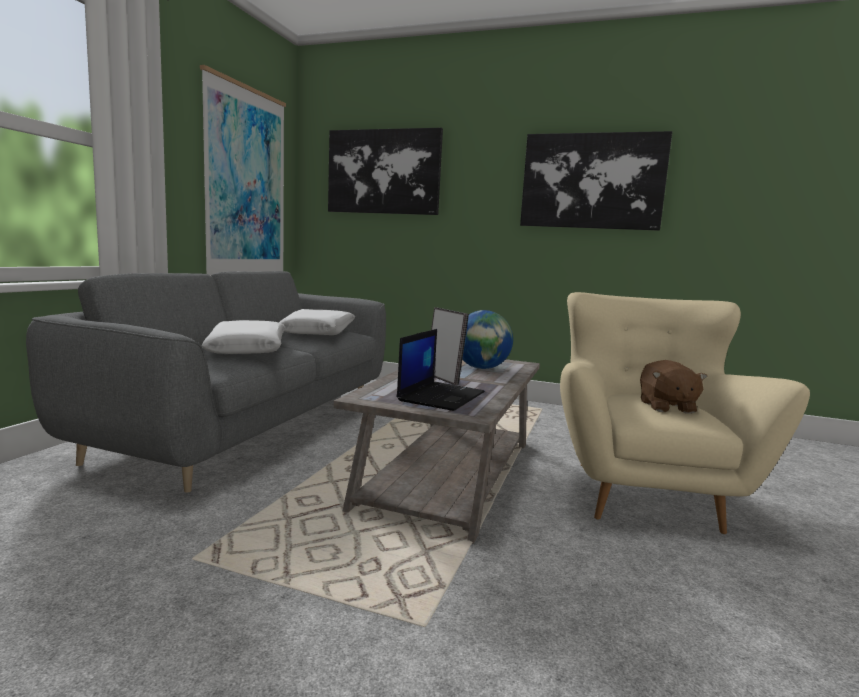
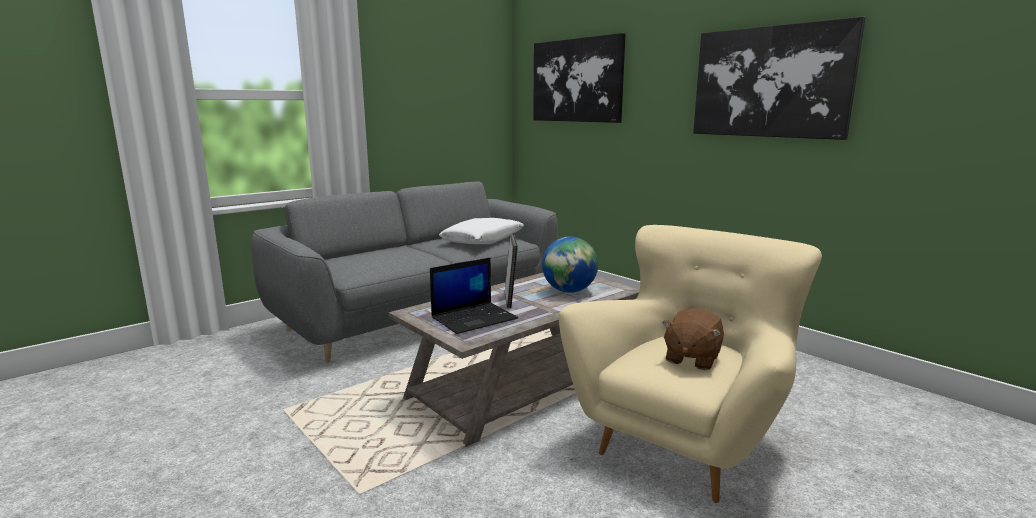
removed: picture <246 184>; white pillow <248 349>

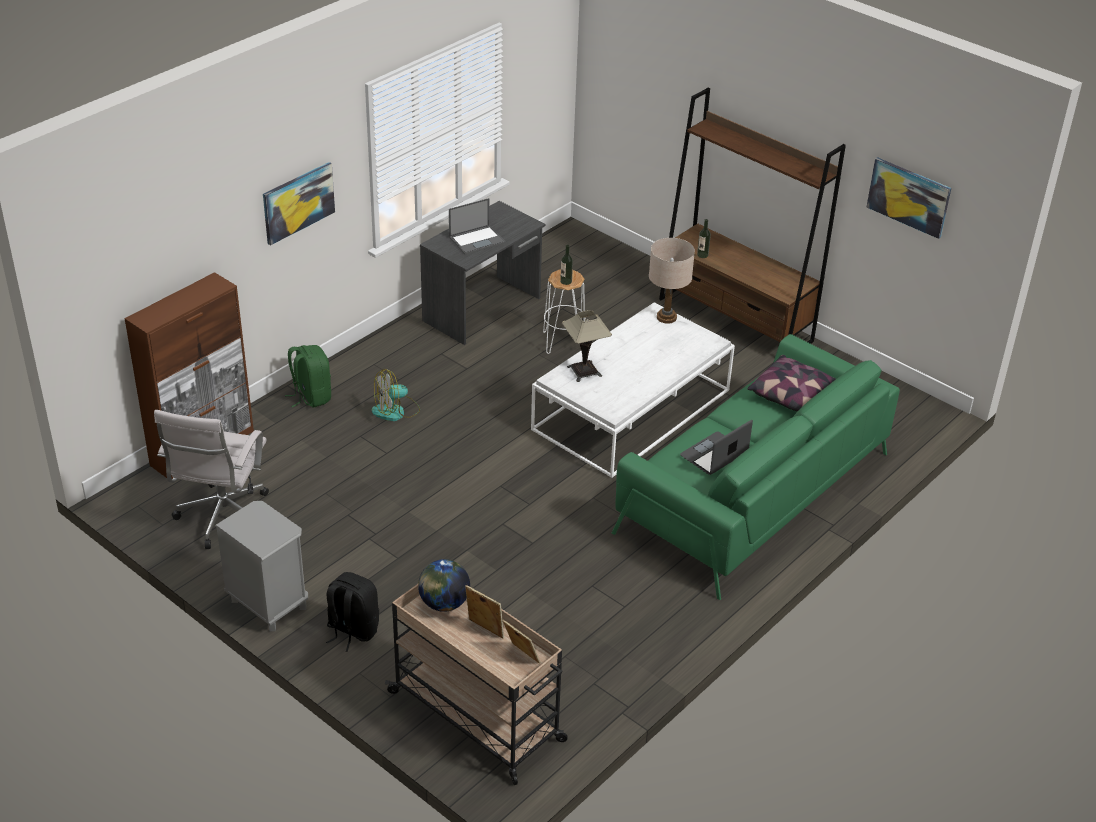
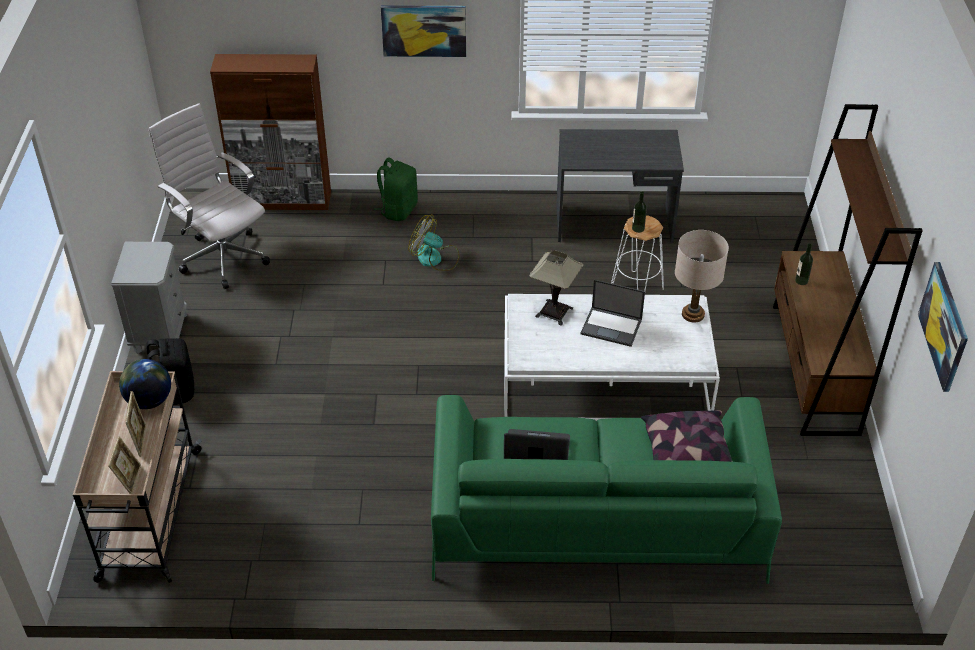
moved: laptop <477 240> to <612 327>
turned: white office chair <222 519> = <222 256> 75 degrees clockwise

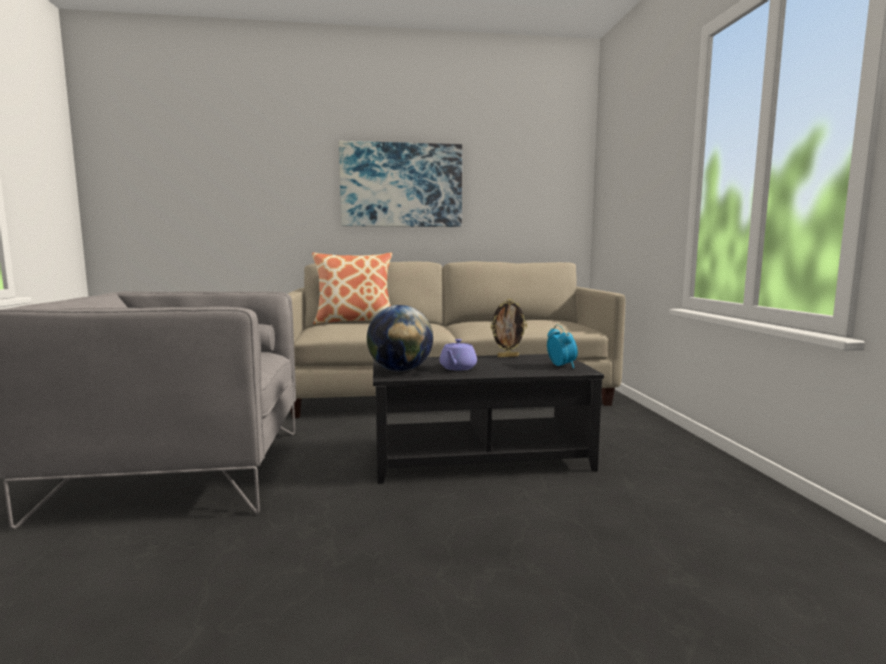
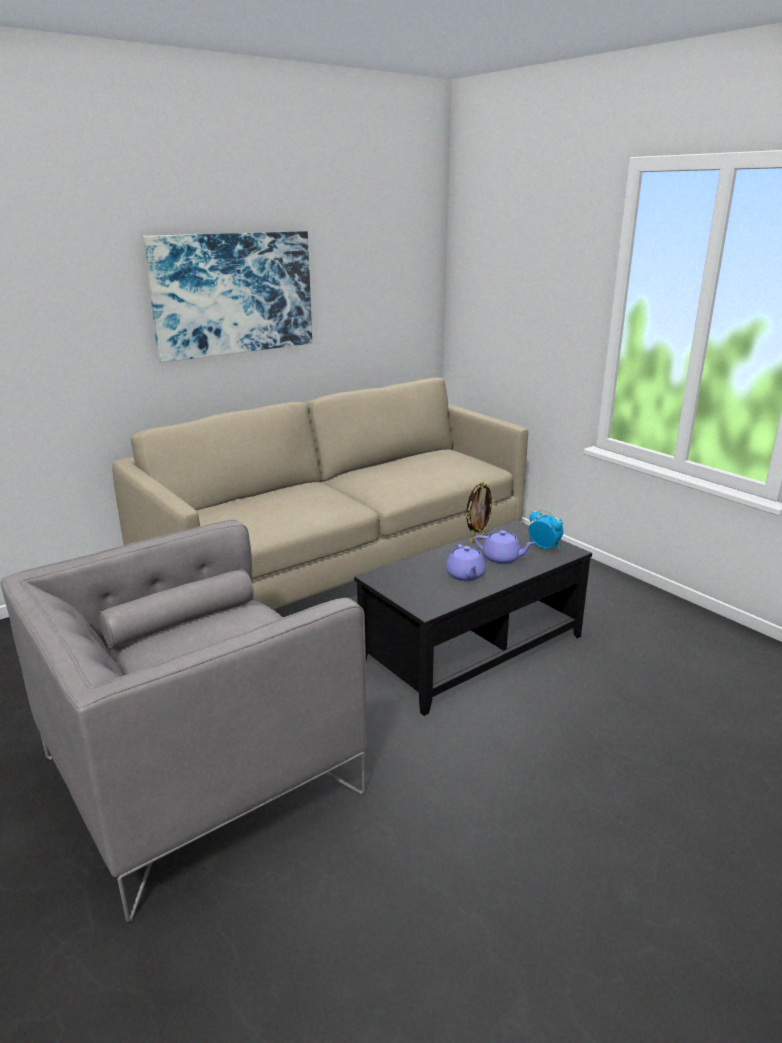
removed: pillow <355 321>; globe <400 370>
added: purple teapot <502 558>

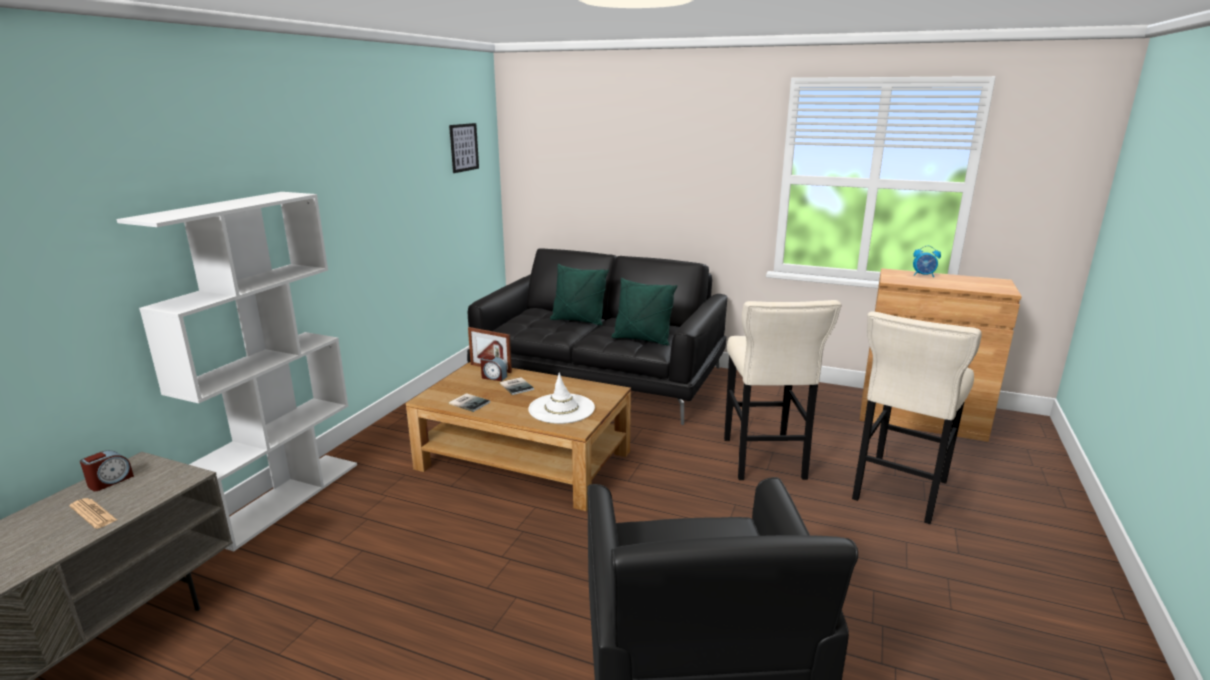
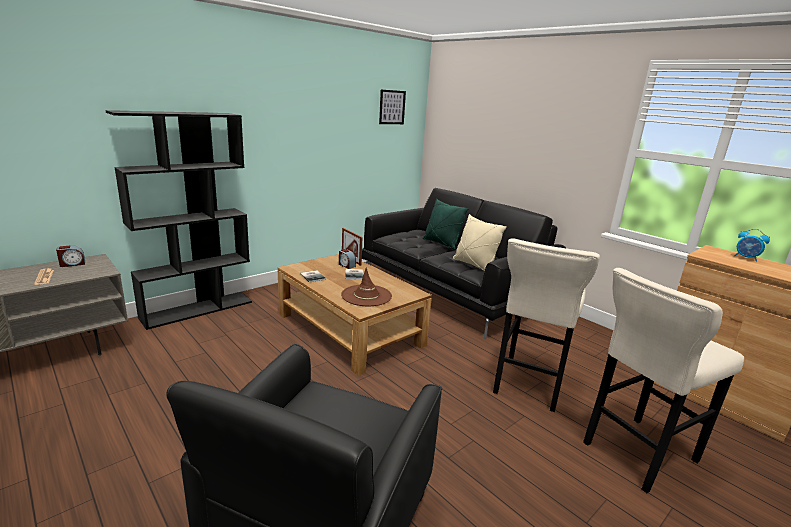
recoloured: white bookcase <285 498> to black bookcase <198 309>; green pillow <642 339> to beige pillow <474 265>; white hat <561 409> to brown hat <366 296>

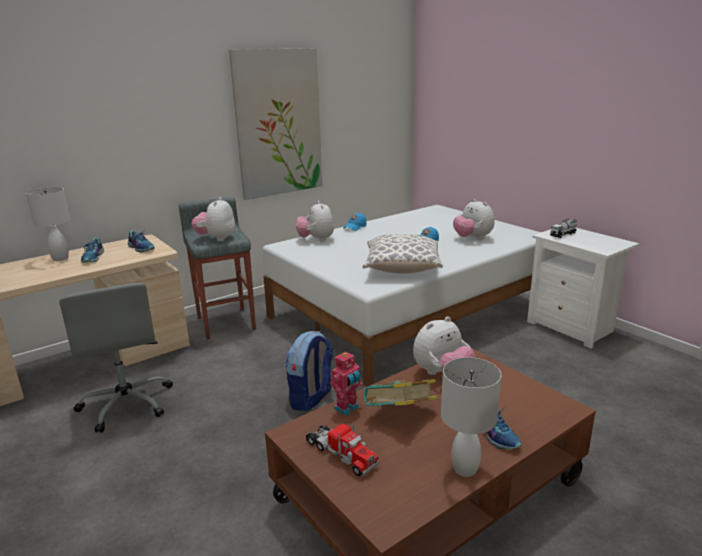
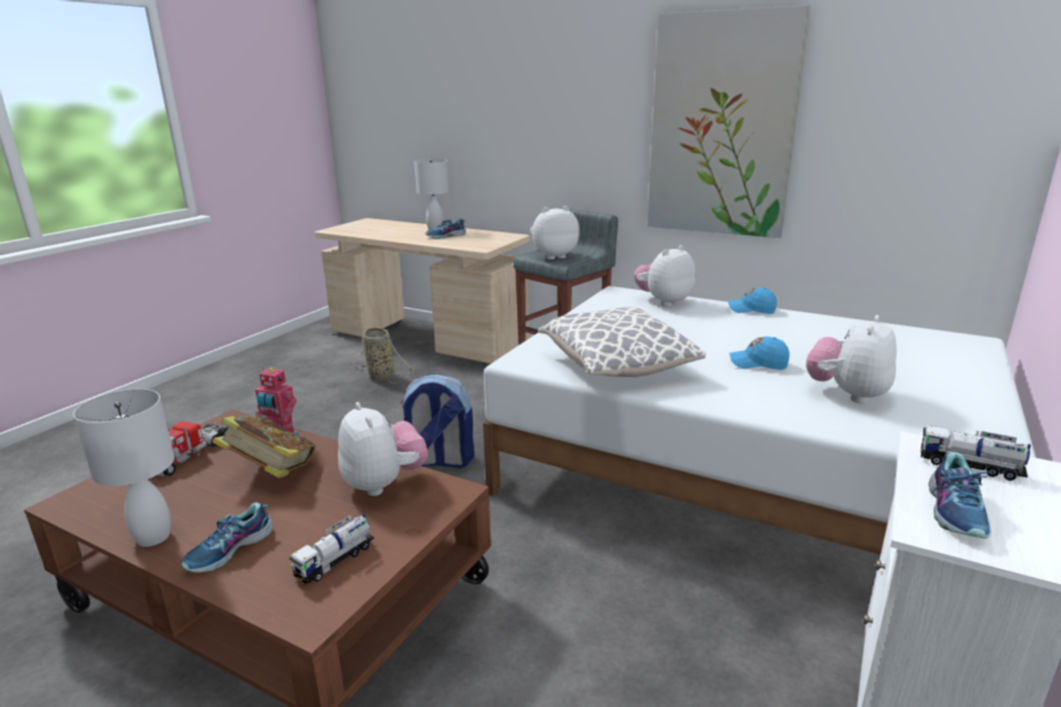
added: toy truck <335 560>
moved: shoe <141 248> to <957 511>
replaced: grey office chair <127 404> to basket <380 375>
turned: plush toy <442 374> = <384 484> 150 degrees counterclockwise

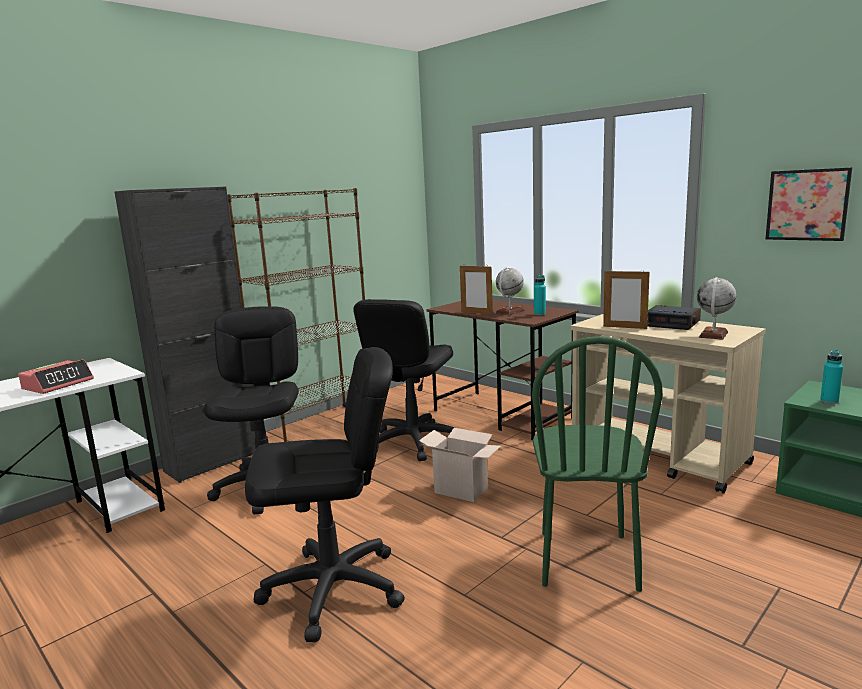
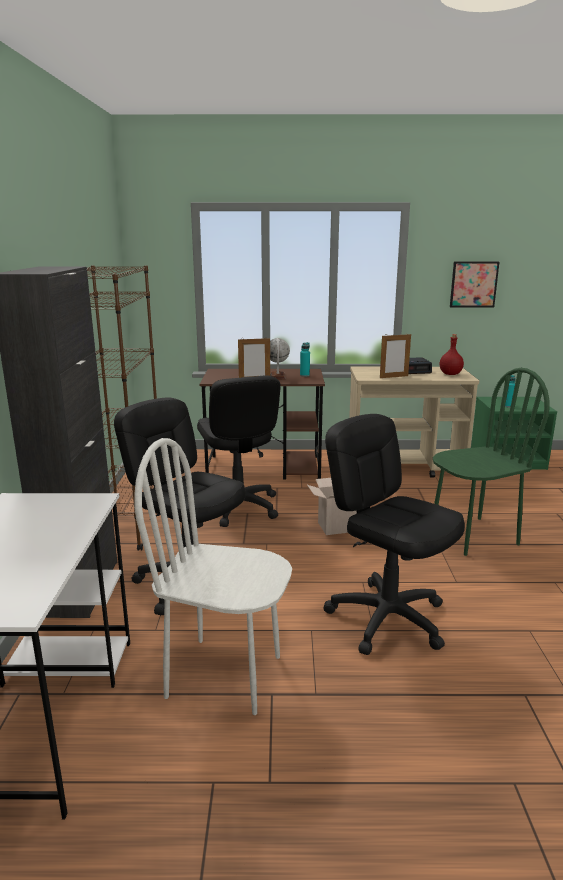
removed: alarm clock <58 384>
added: white chair <224 675>
replaced: globe <713 334> to red bottle <450 374>
turned: green chair <586 560> = <473 536> 75 degrees counterclockwise; black office chair <333 589> = <387 618> 75 degrees counterclockwise

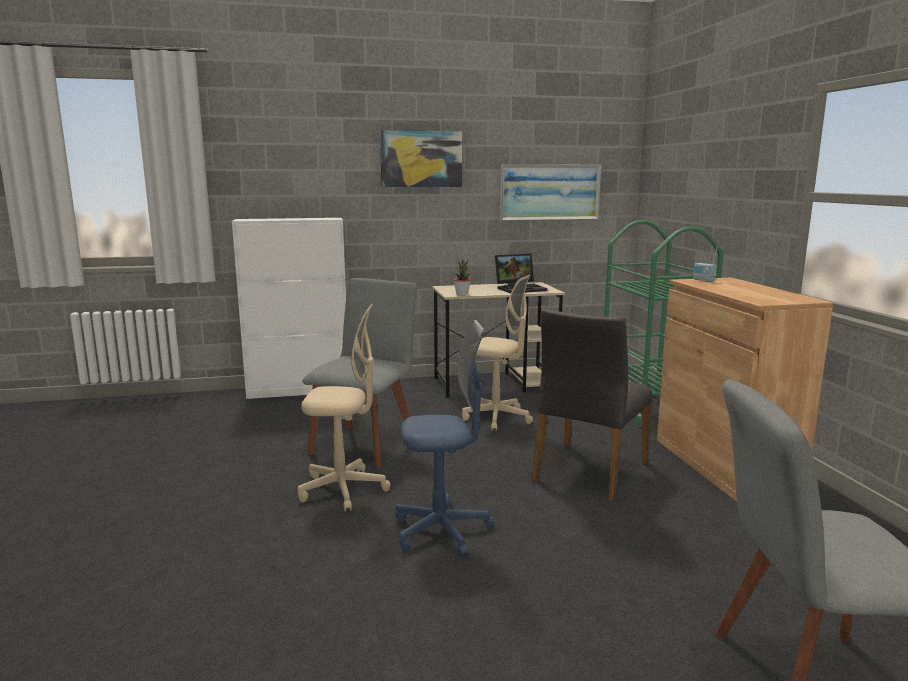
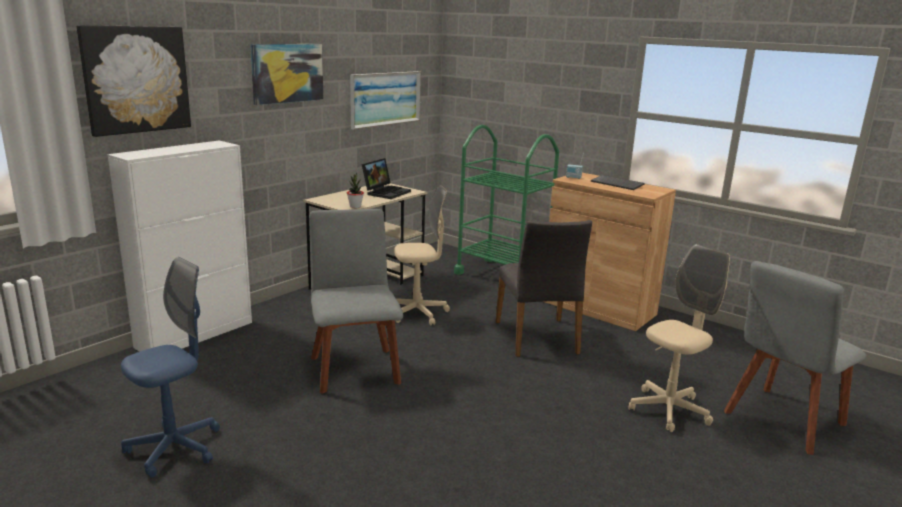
added: picture <136 79>; keyboard <618 184>
moved: beige office chair <343 489> to <668 410>; blue office chair <441 531> to <174 448>

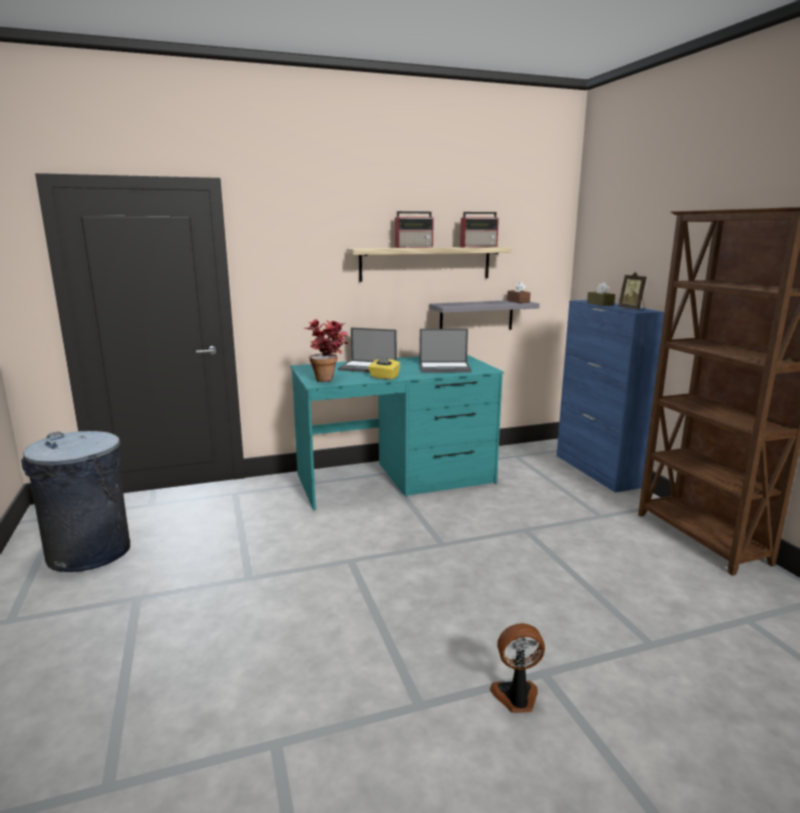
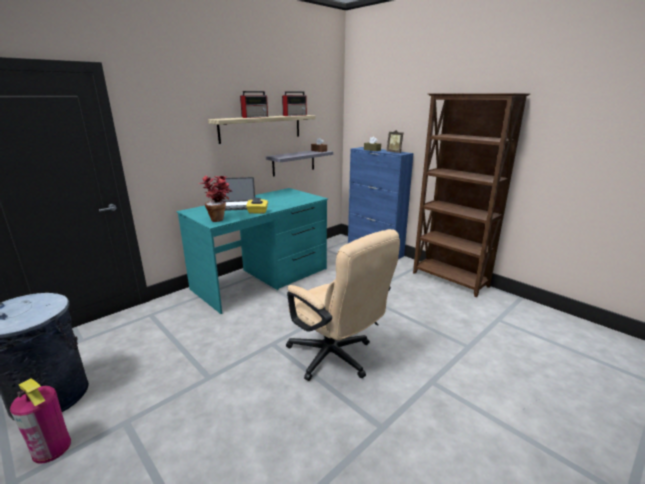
removed: laptop <445 368>; fan <516 698>
added: beige office chair <336 358>; fire extinguisher <52 448>

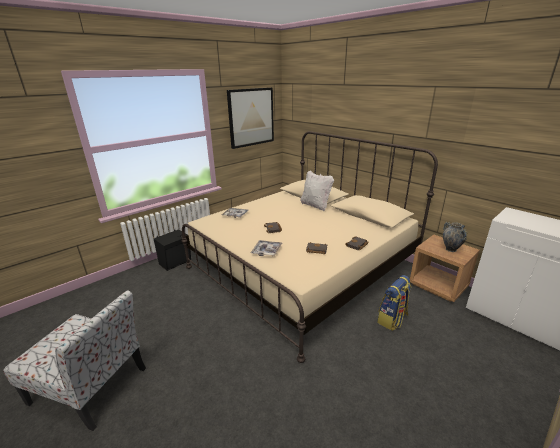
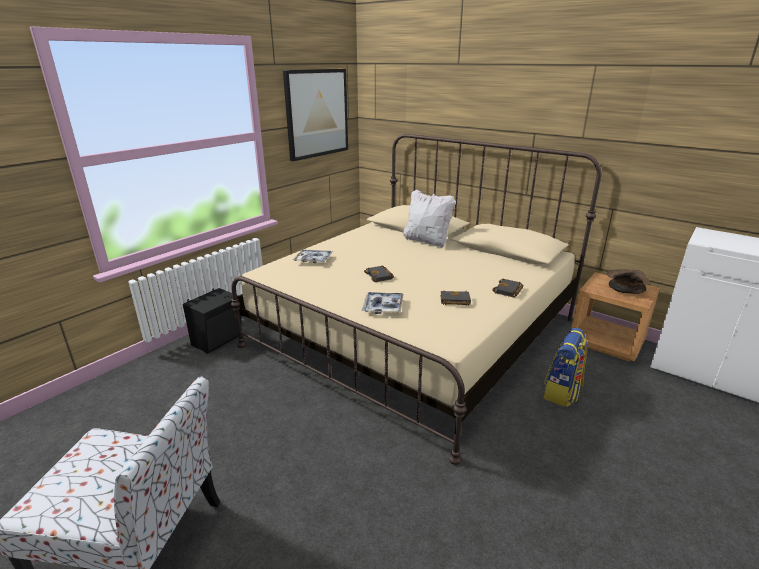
replaced: vase <450 249> to brown bowl <624 290>

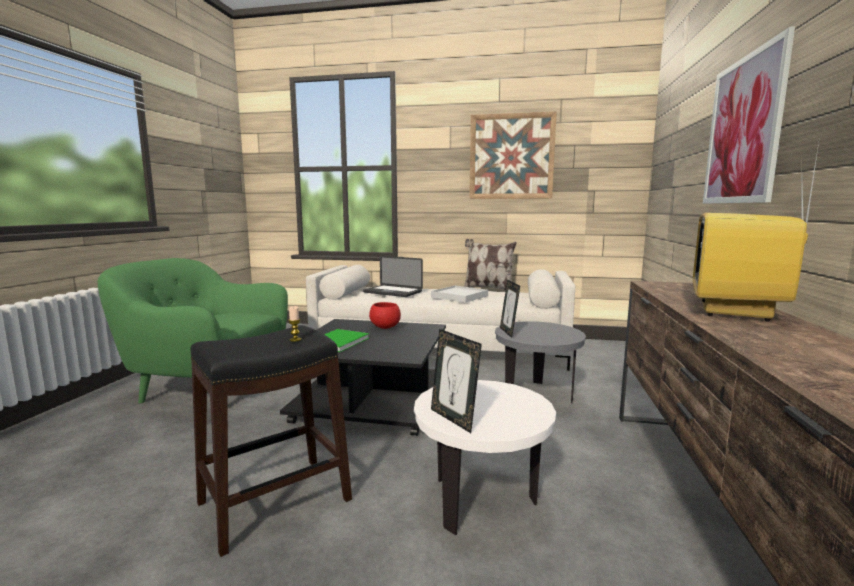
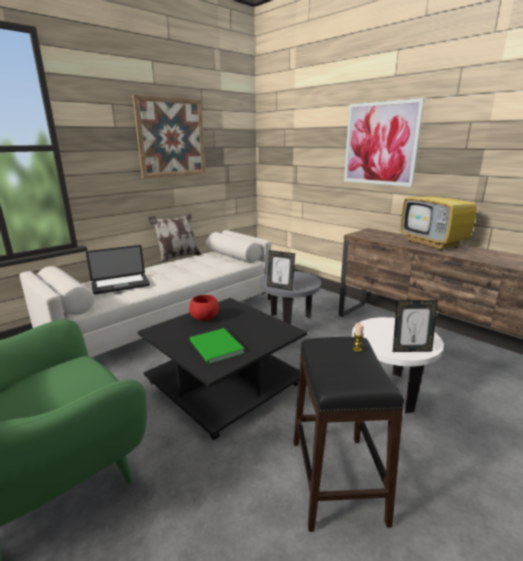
removed: white tray <459 296>

